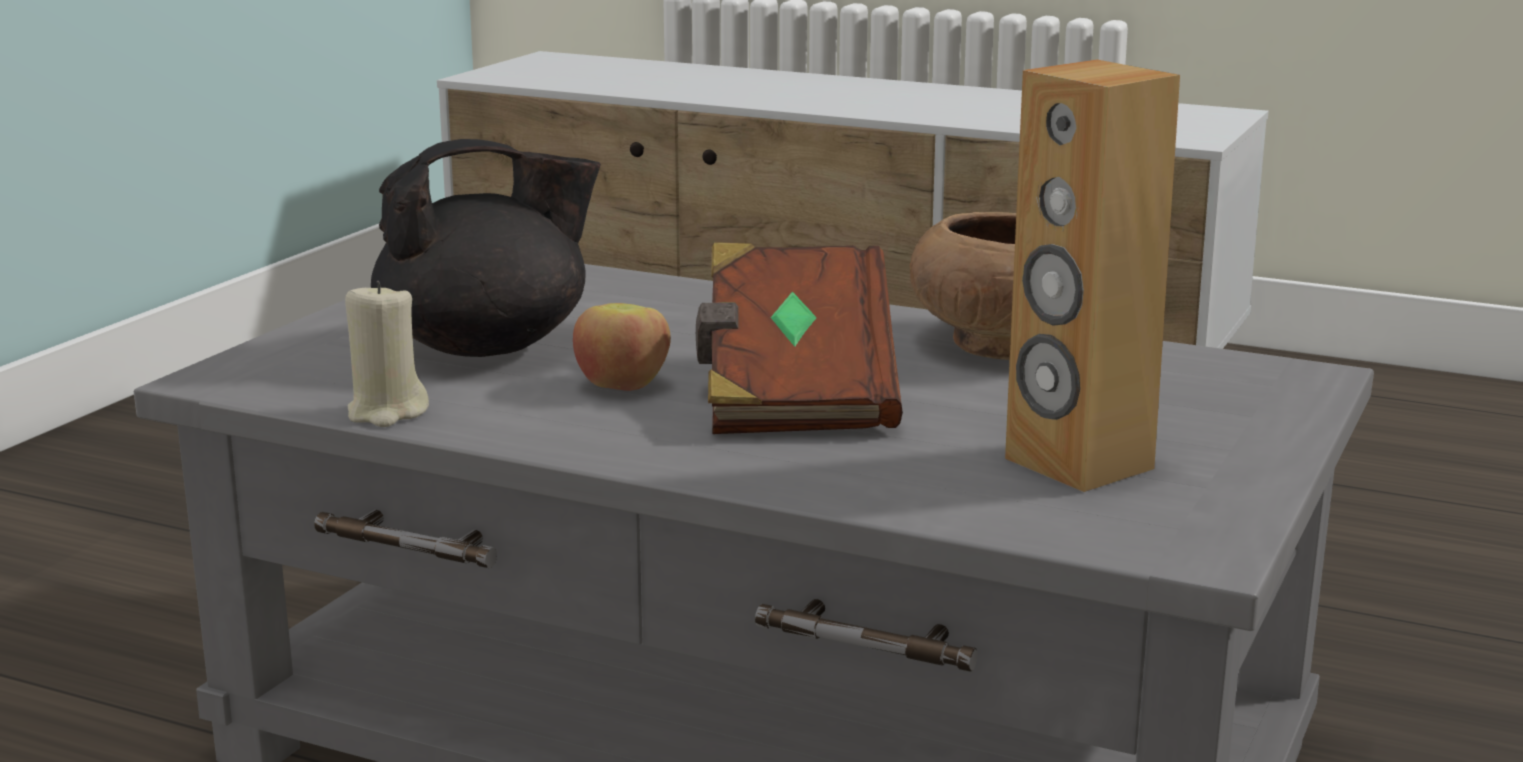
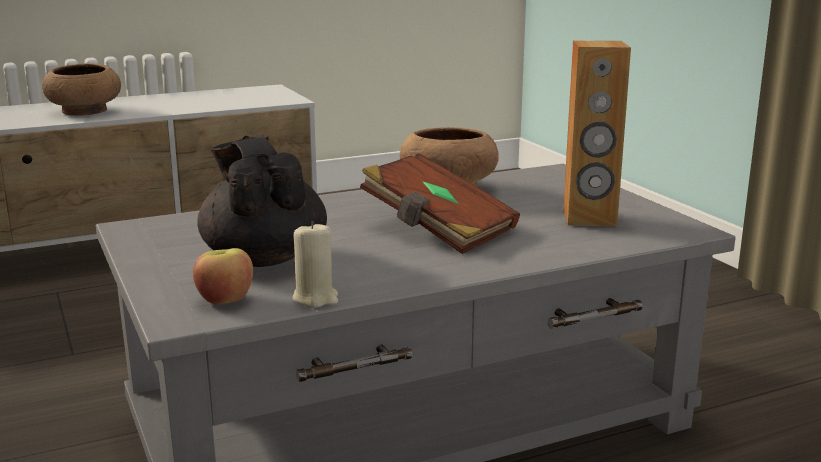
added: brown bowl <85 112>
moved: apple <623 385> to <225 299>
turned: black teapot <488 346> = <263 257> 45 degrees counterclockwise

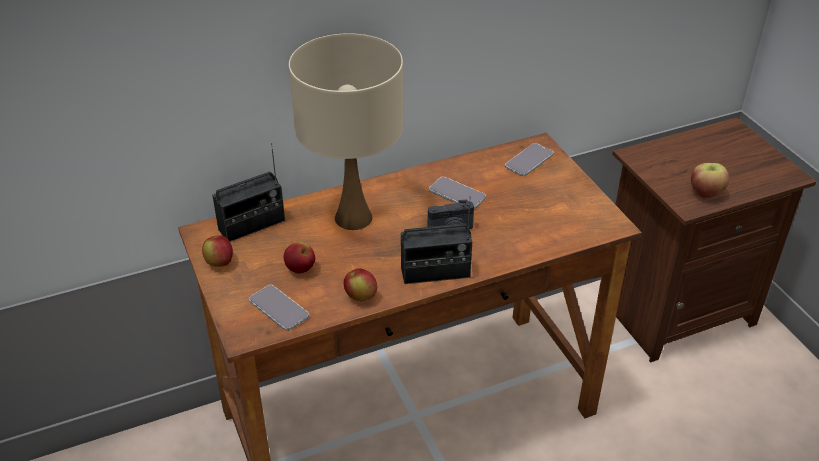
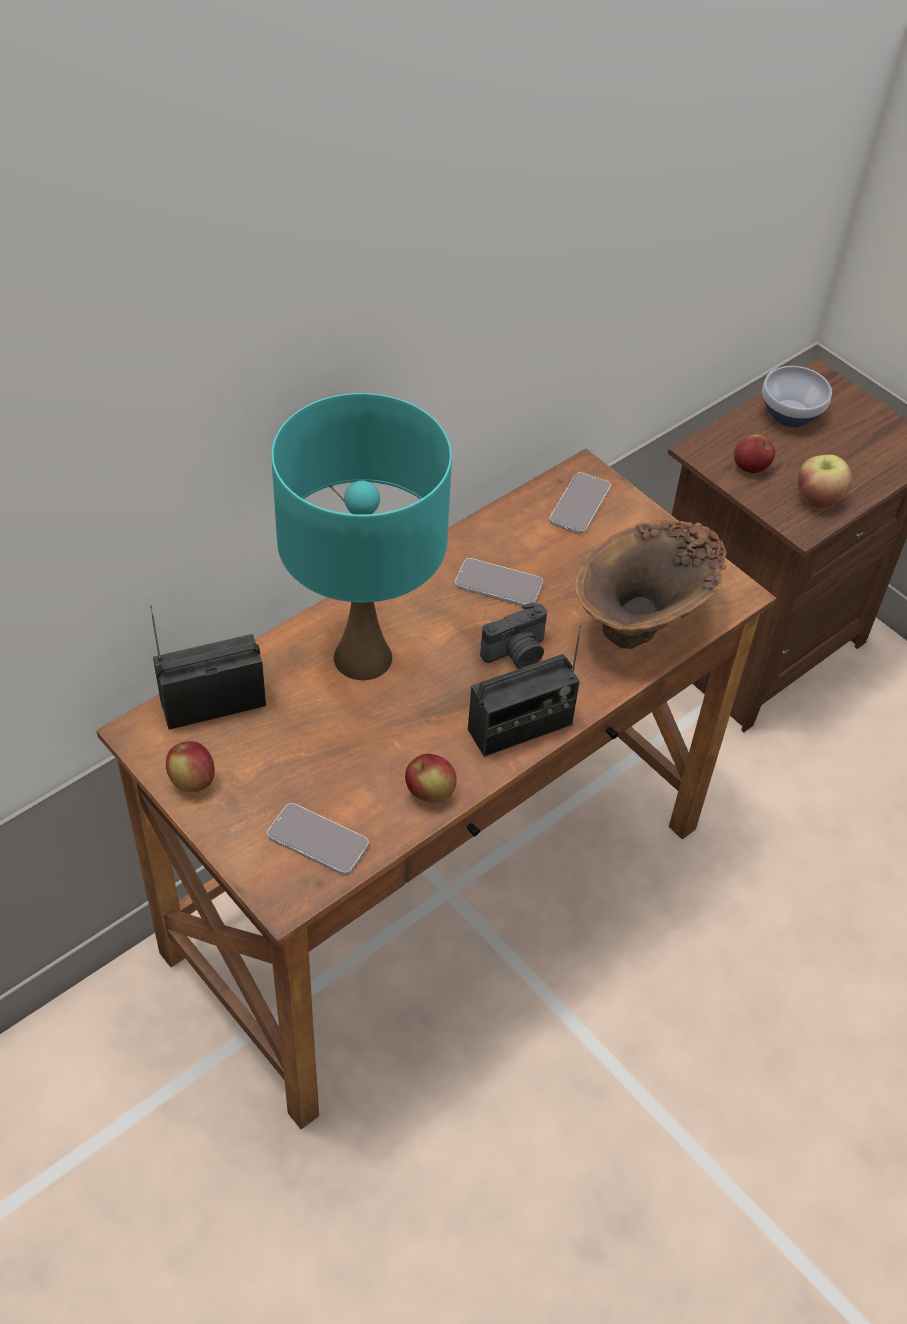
added: bowl <789 415>; brown vase <643 625>
moved: apple <300 269> to <750 467>
recoloured: beige table lamp <354 218> to turquoise table lamp <364 658>
turned: radio <252 225> = <213 703> 150 degrees counterclockwise

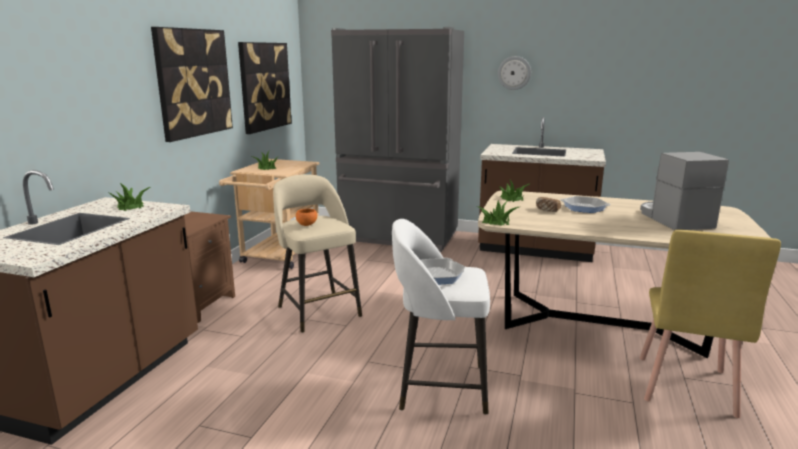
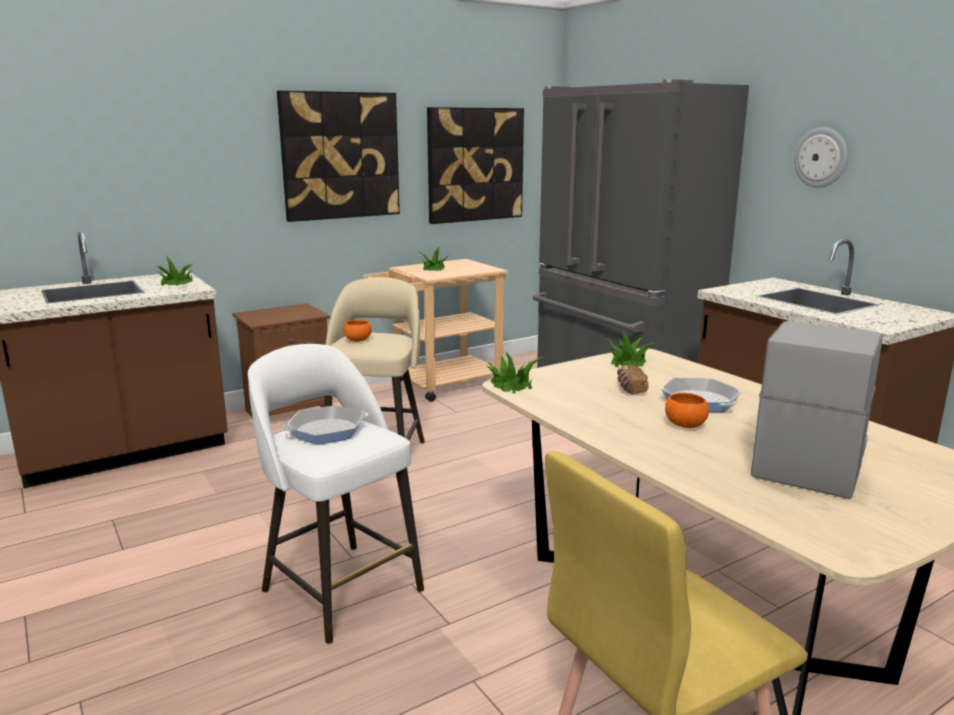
added: orange bowl <685 425>

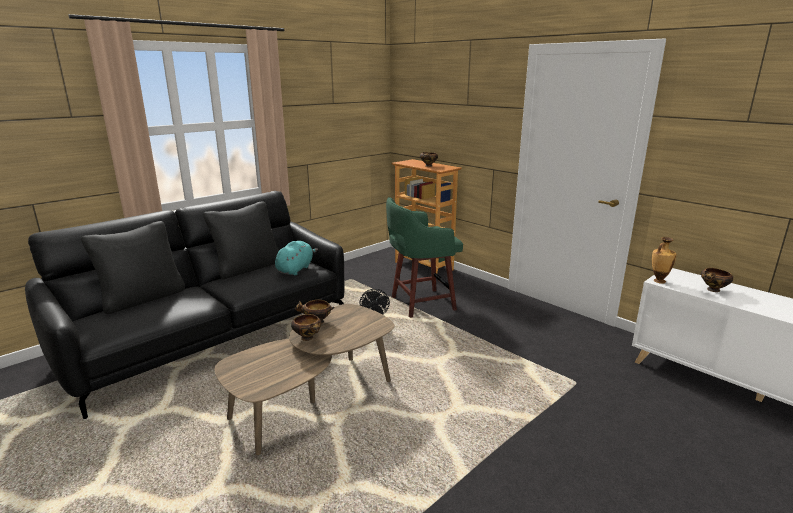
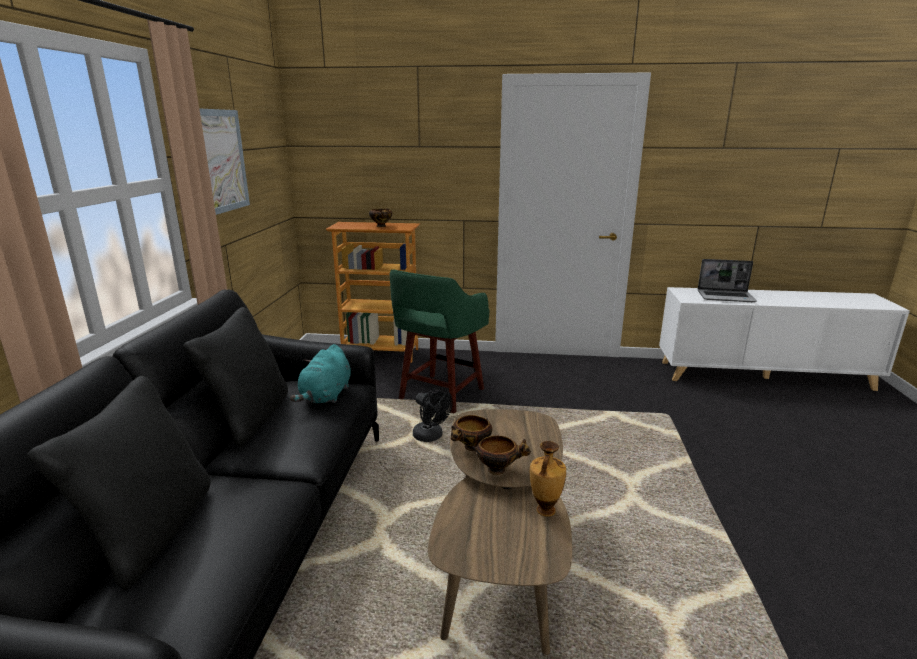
added: picture <221 161>
moved: vase <658 281> to <545 511>
replaced: bowl <713 290> to laptop <726 297>
turned: turquoise plush toy <295 269> = <326 396> 150 degrees counterclockwise

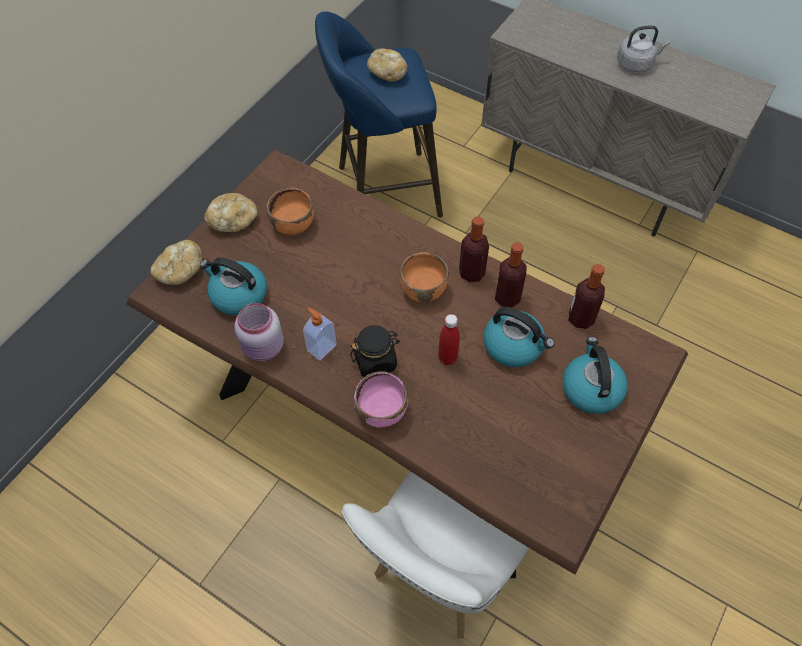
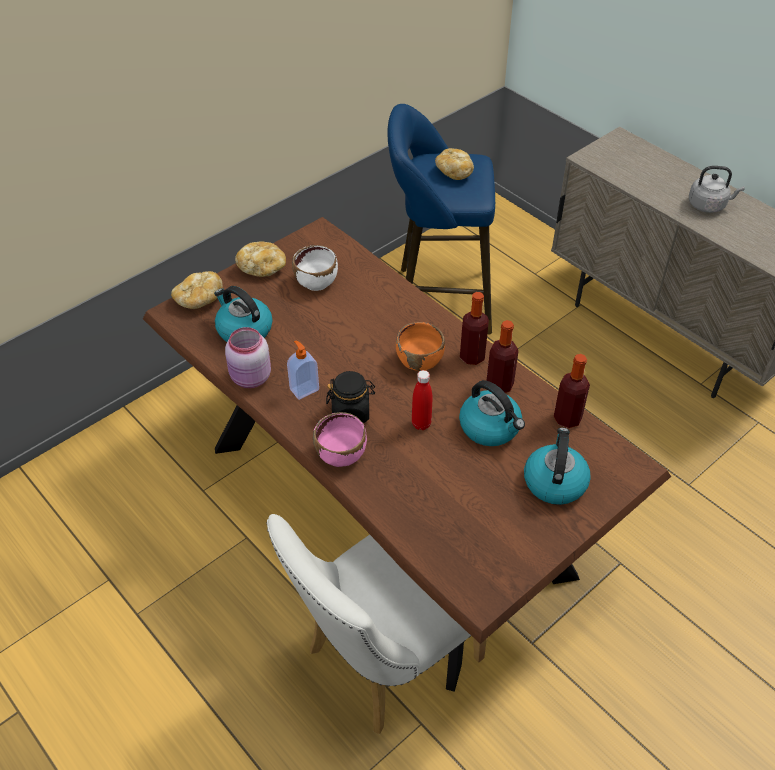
recoloured: orange bowl <293 224> to white bowl <316 282>

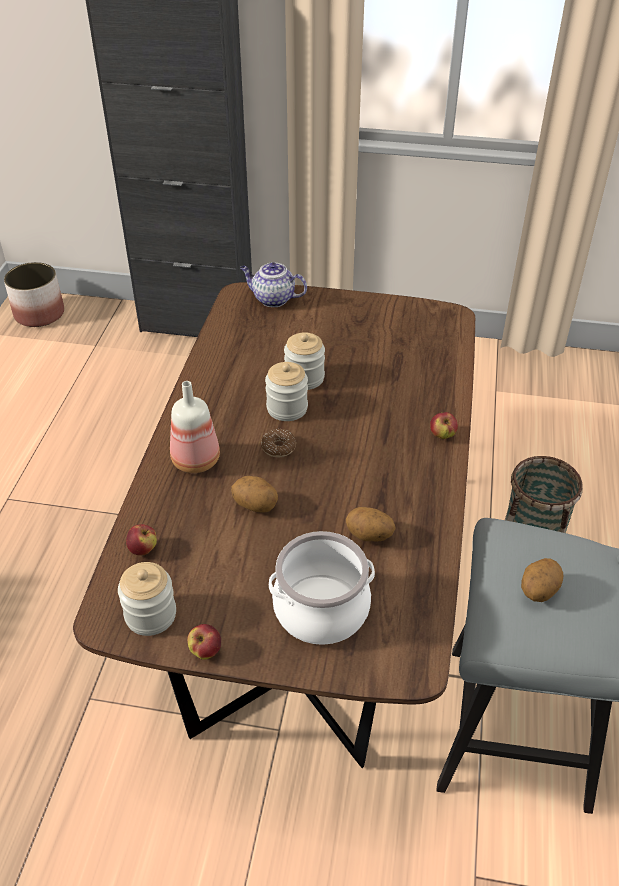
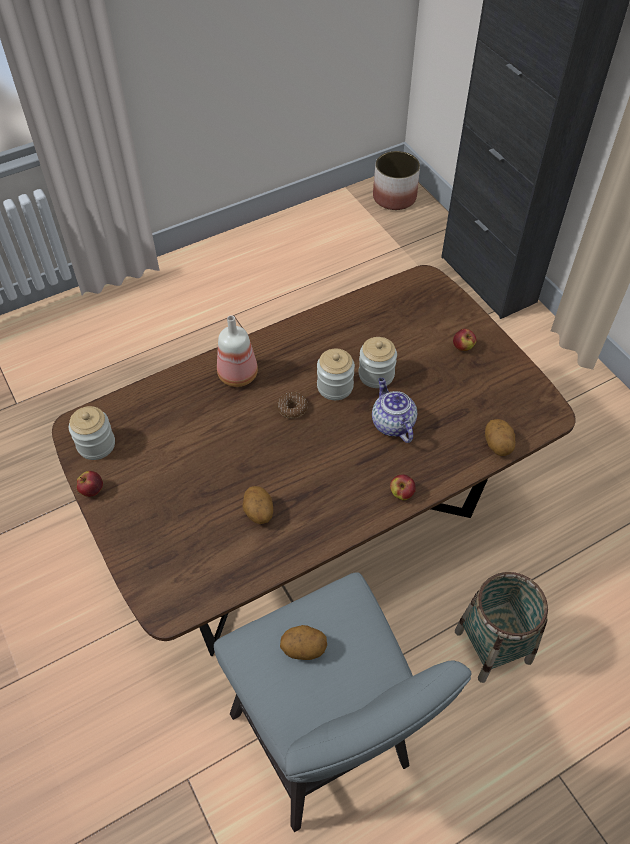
removed: cooking pot <321 608>
moved: teapot <272 299> to <392 423>; potato <255 505> to <498 445>; apple <143 549> to <463 347>

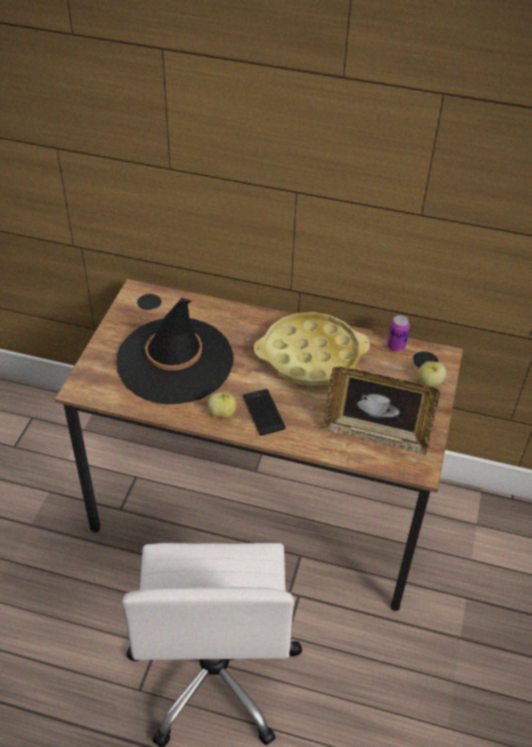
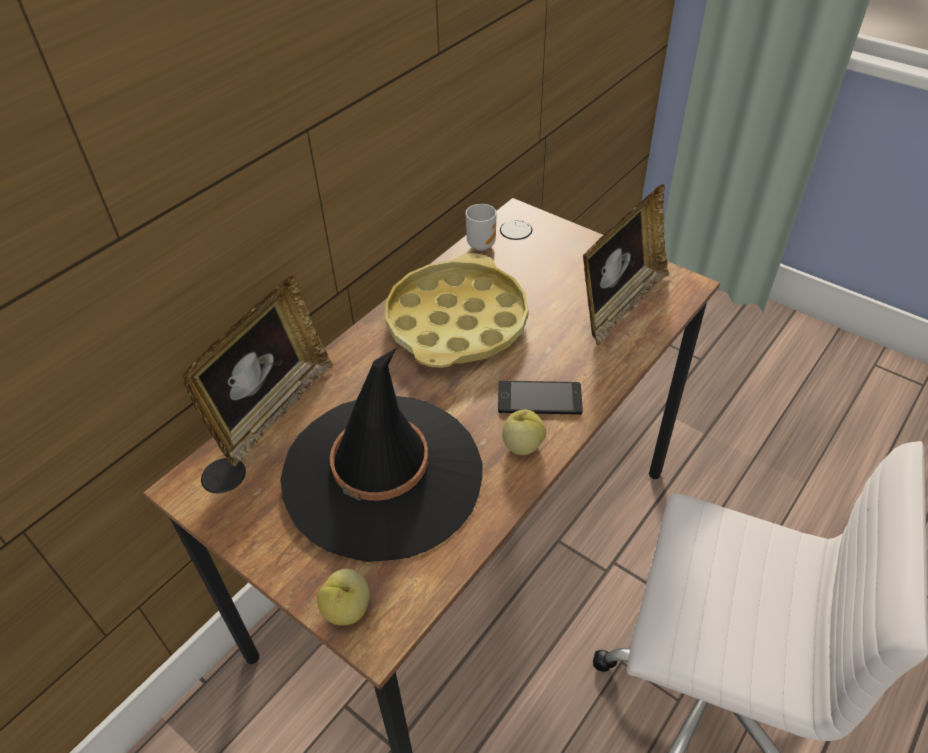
added: picture frame <272 409>
moved: apple <429 383> to <347 609>
replaced: can <396 346> to mug <480 244>

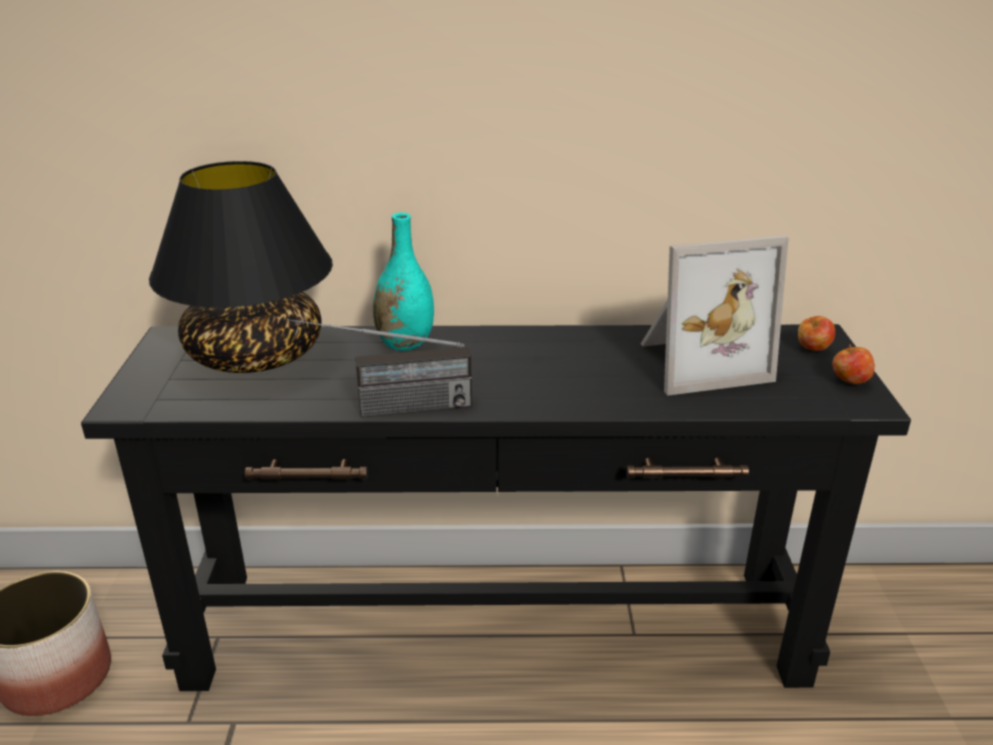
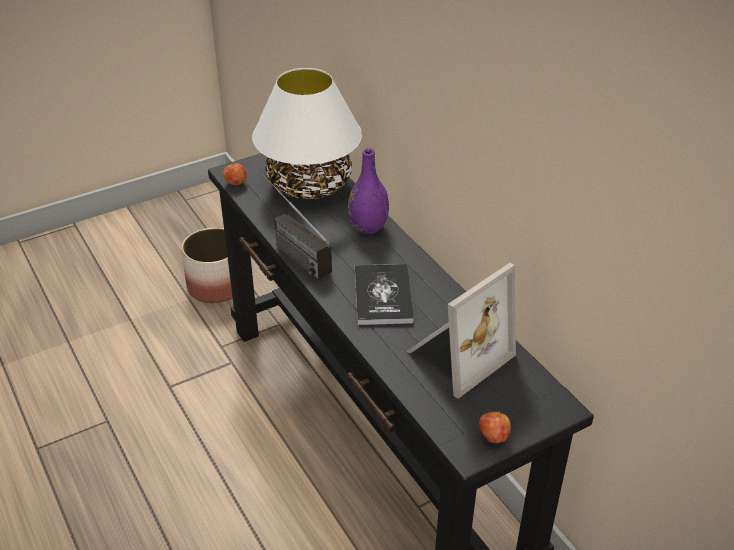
added: book <383 295>
moved: apple <813 350> to <235 183>
recoloured: black table lamp <254 354> to white table lamp <308 184>; turquoise vase <405 343> to purple vase <368 228>
turned: picture frame <698 362> = <456 354> 90 degrees counterclockwise

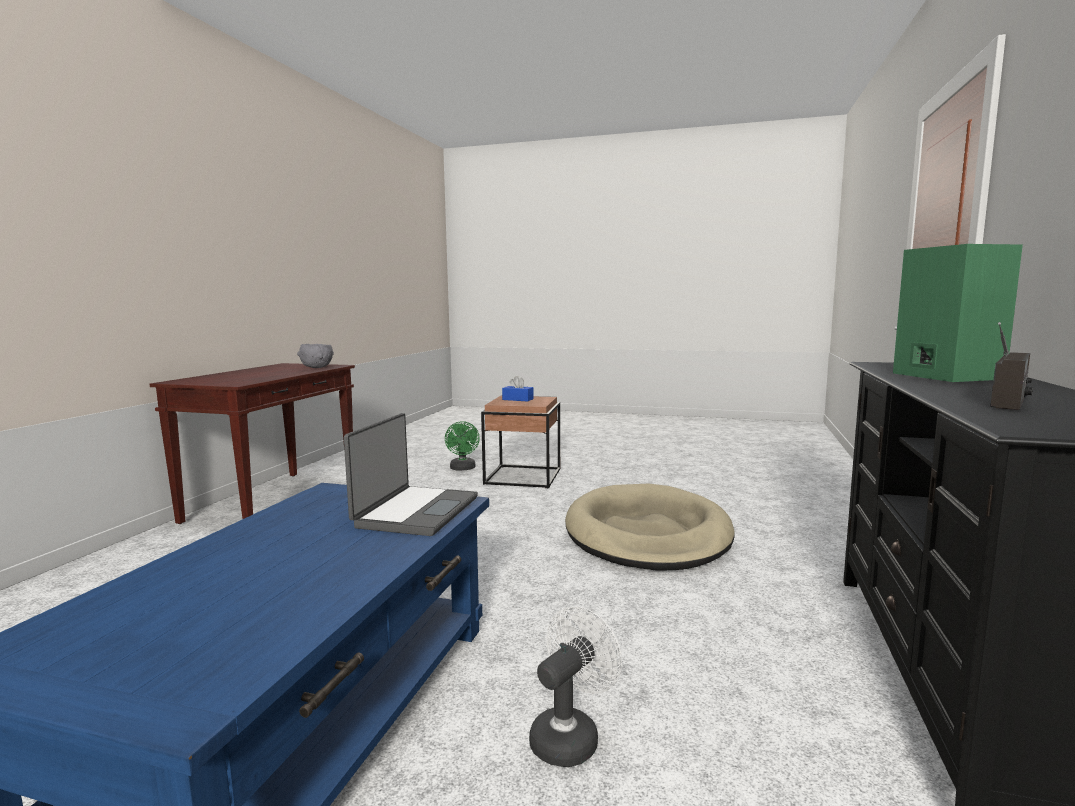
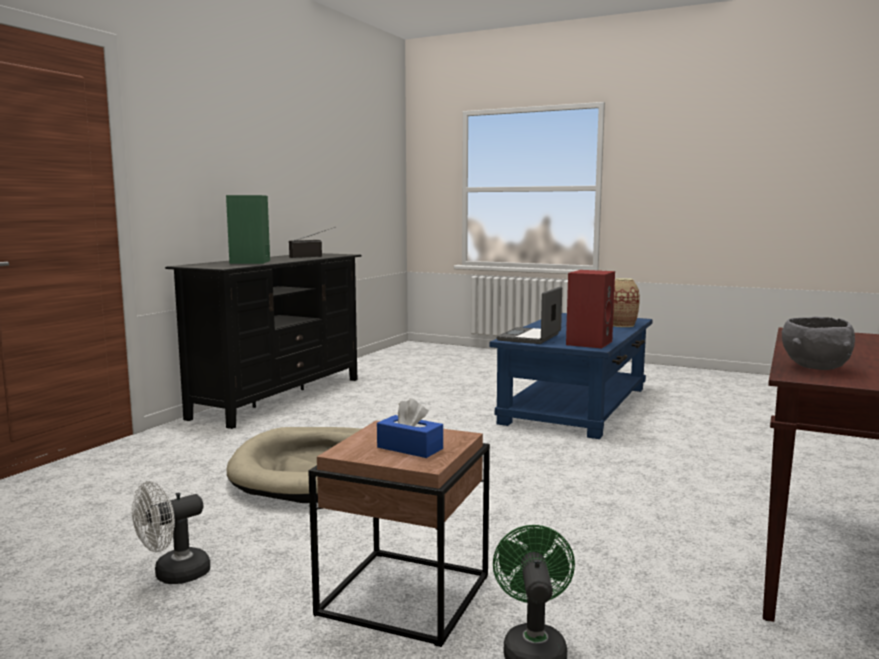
added: red speaker <588 343>; vase <622 325>
moved: white fan <570 736> to <173 575>

